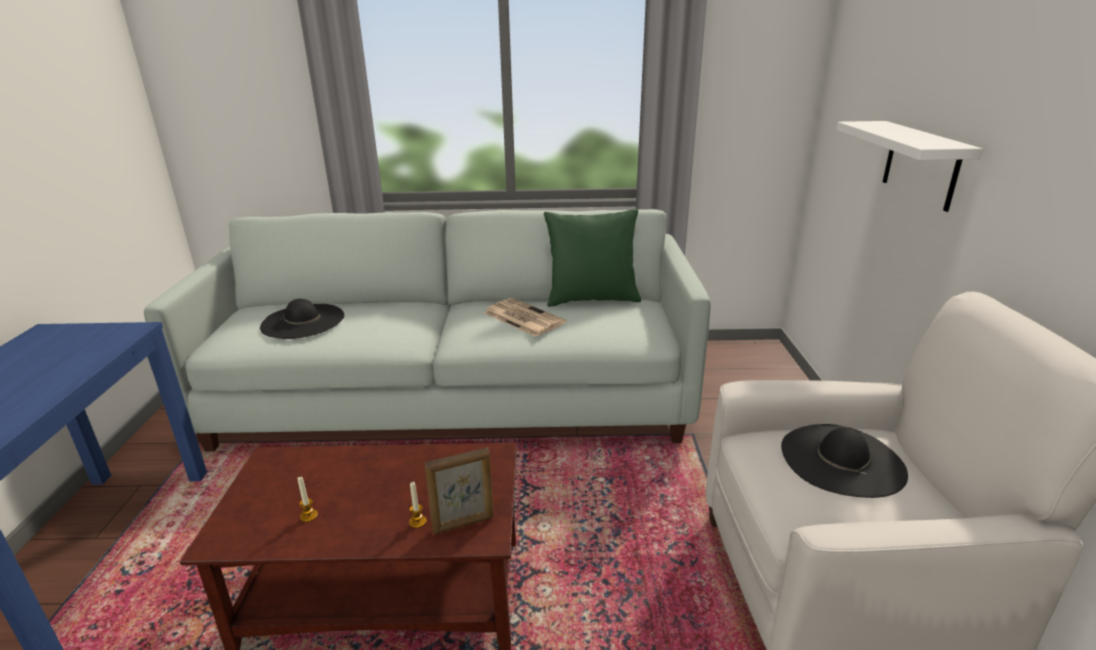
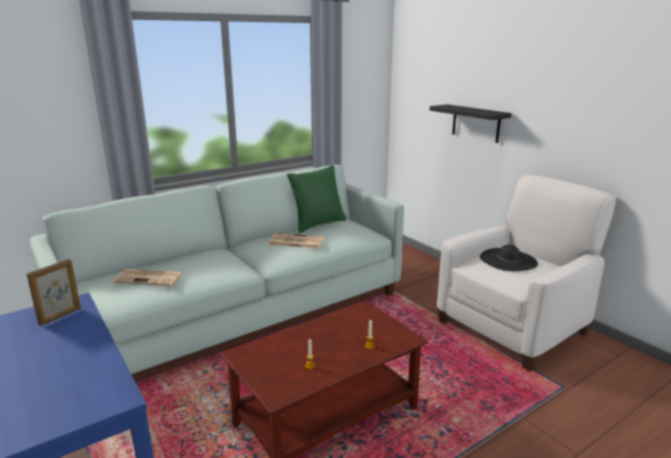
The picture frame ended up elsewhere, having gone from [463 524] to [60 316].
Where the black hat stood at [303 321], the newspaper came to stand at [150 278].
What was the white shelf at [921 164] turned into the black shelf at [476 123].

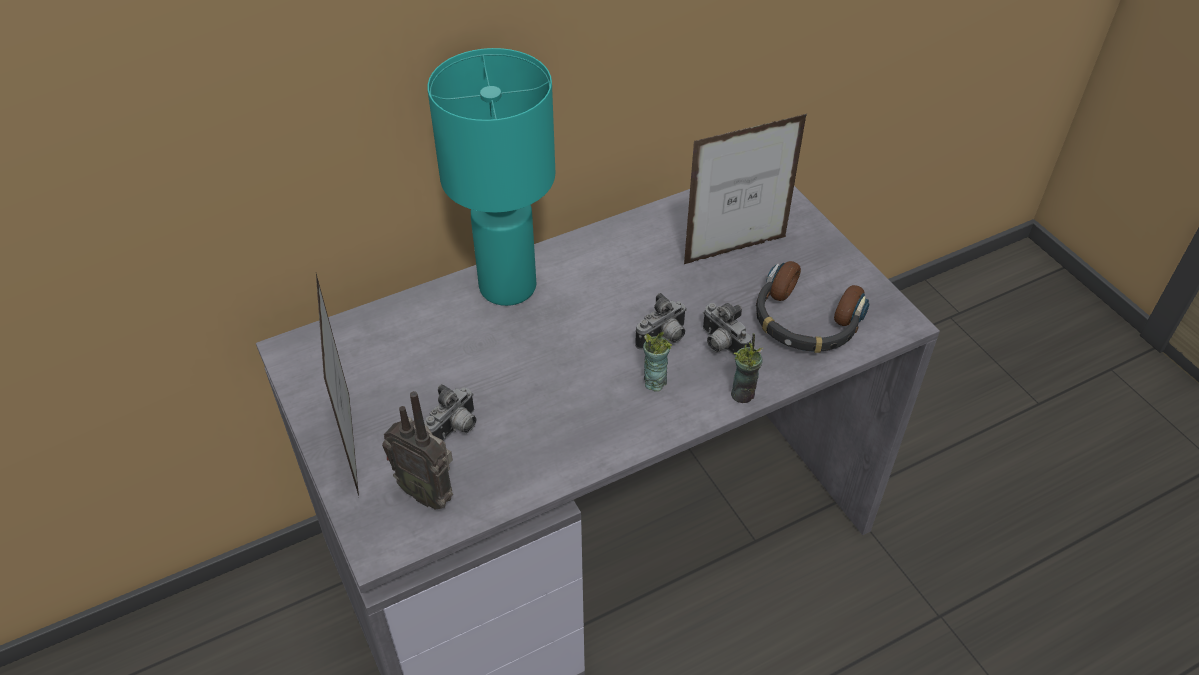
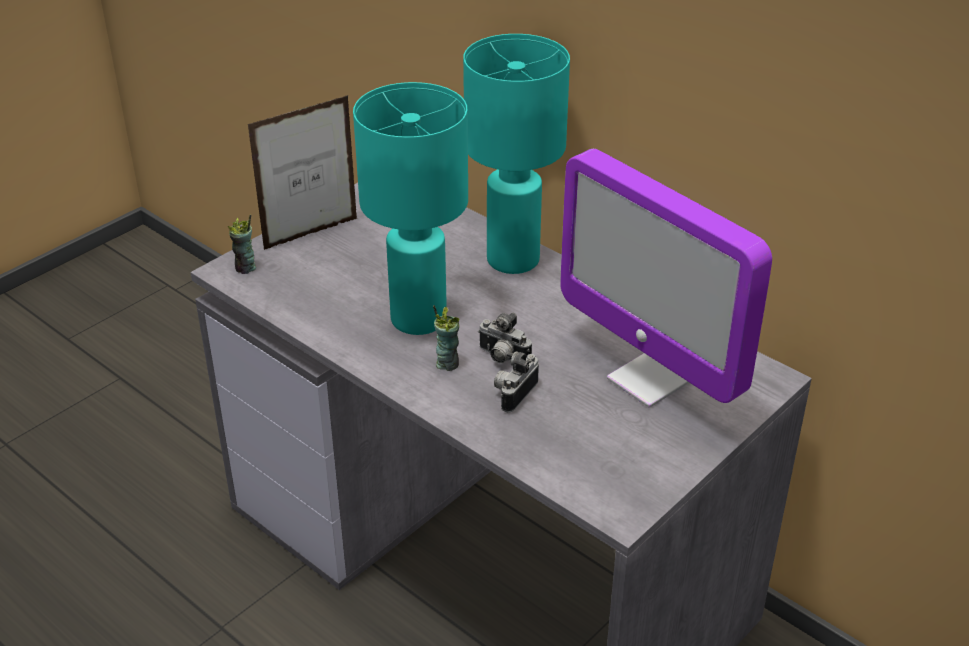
The second view lost the radio at [428 491].
The second view lost the photo camera at [455 430].
The second view lost the headphones at [805 321].
The second view gained the turquoise table lamp at [417 319].
The cup ended up elsewhere, having gone from [743 394] to [245 268].
Where the picture frame stood at [735 250], the monitor came to stand at [650 379].

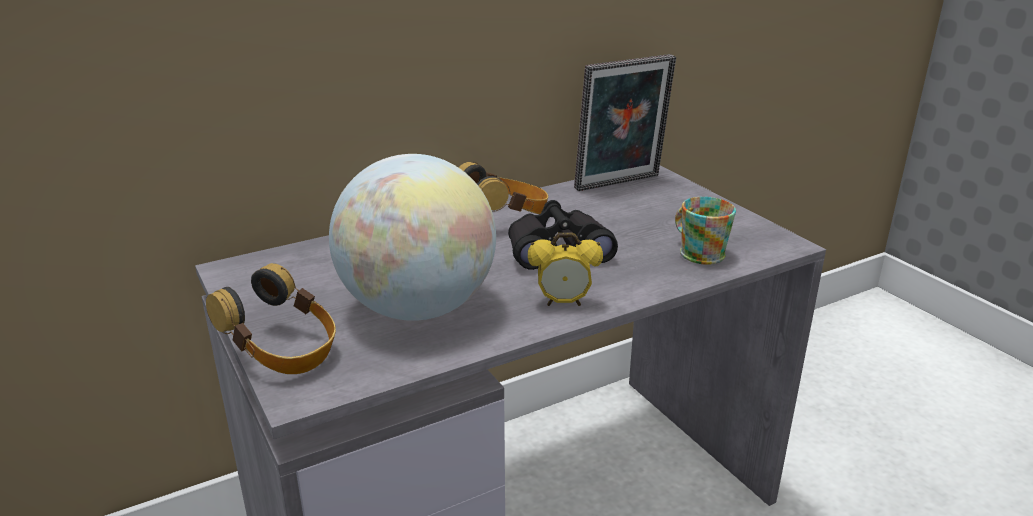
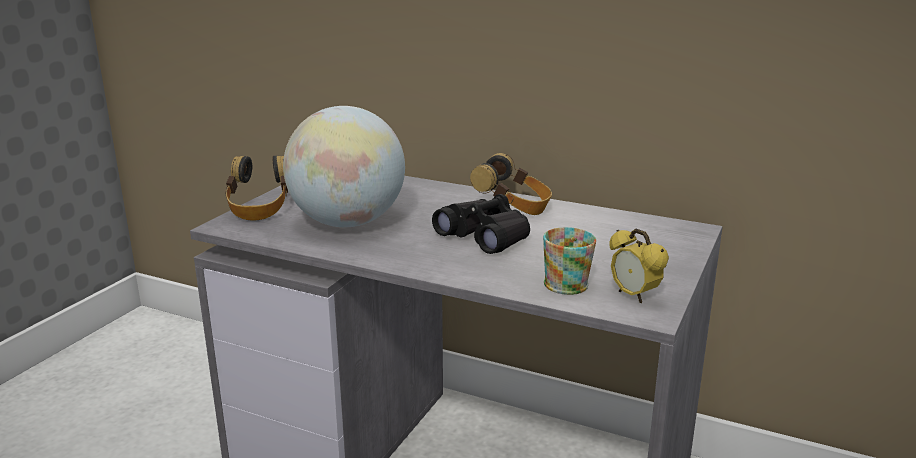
The second view lost the picture frame at [620 184].
The alarm clock ended up elsewhere, having gone from [563 302] to [634 296].

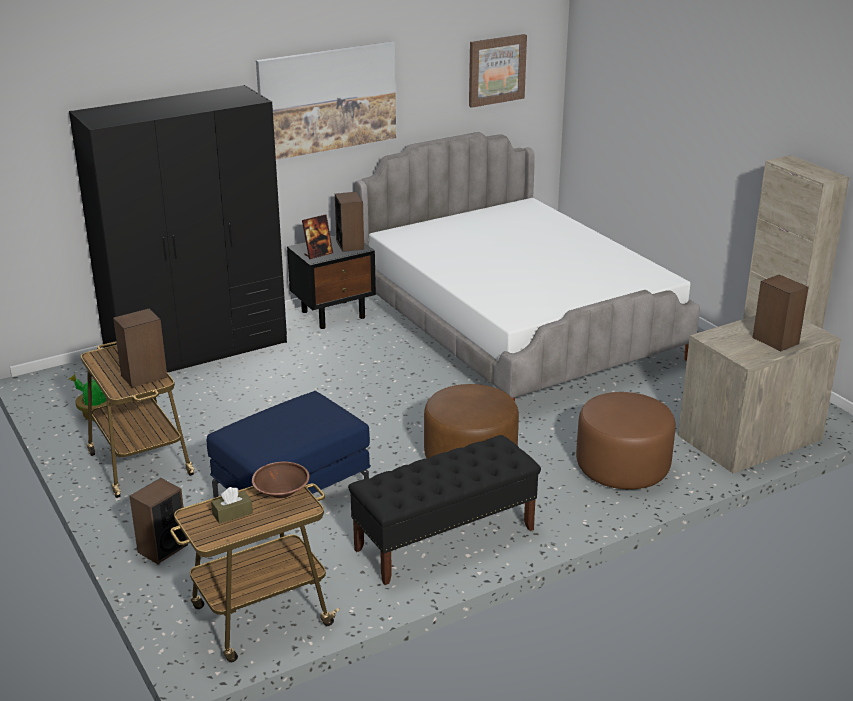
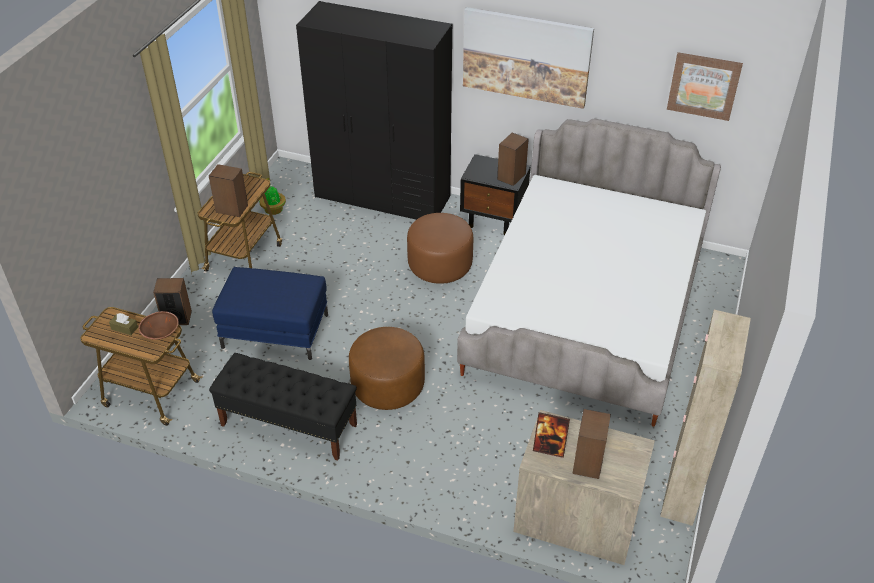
The picture frame ended up elsewhere, having gone from [318 254] to [549 448].
The brown ottoman ended up elsewhere, having gone from [622 468] to [440 265].

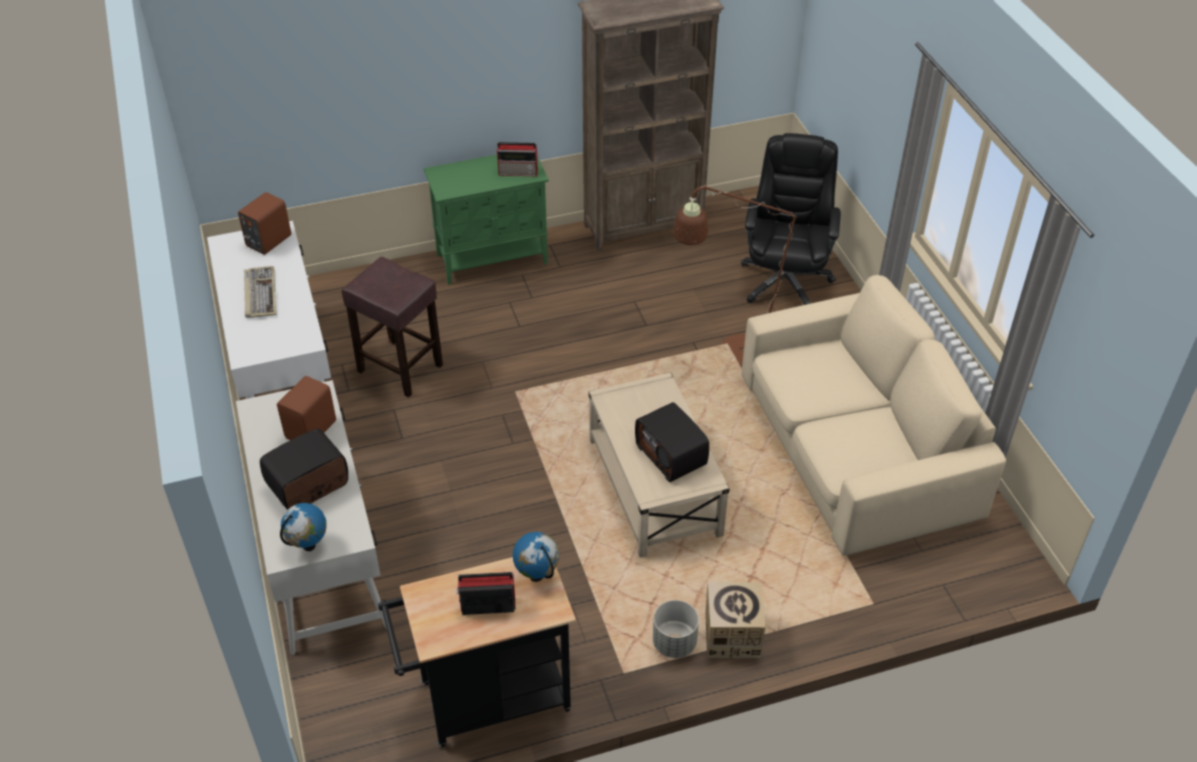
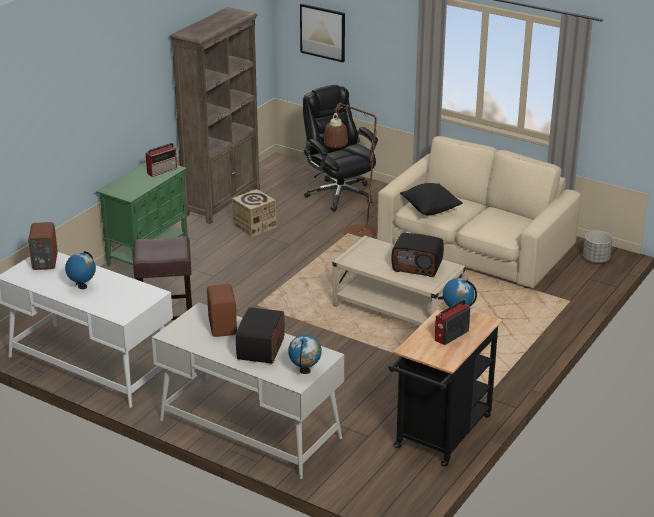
The second view gained the picture at [323 32].
The second view gained the black pillow at [430 210].
The grey planter ended up elsewhere, having gone from [674 643] to [596 259].
The cardboard box ended up elsewhere, having gone from [732 635] to [254 226].
Where the keyboard stood at [259 294], the globe came to stand at [82 286].

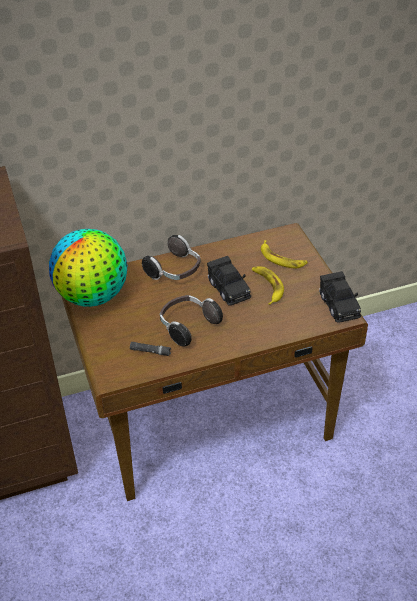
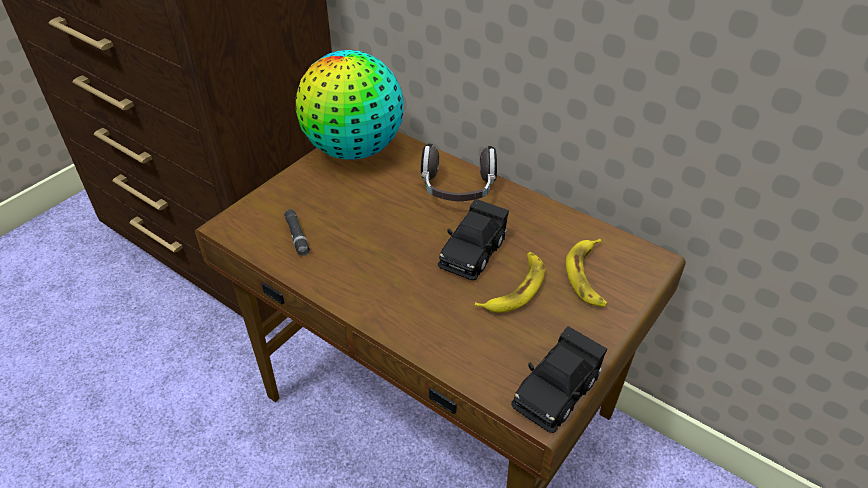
The second view lost the headphones at [187 326].

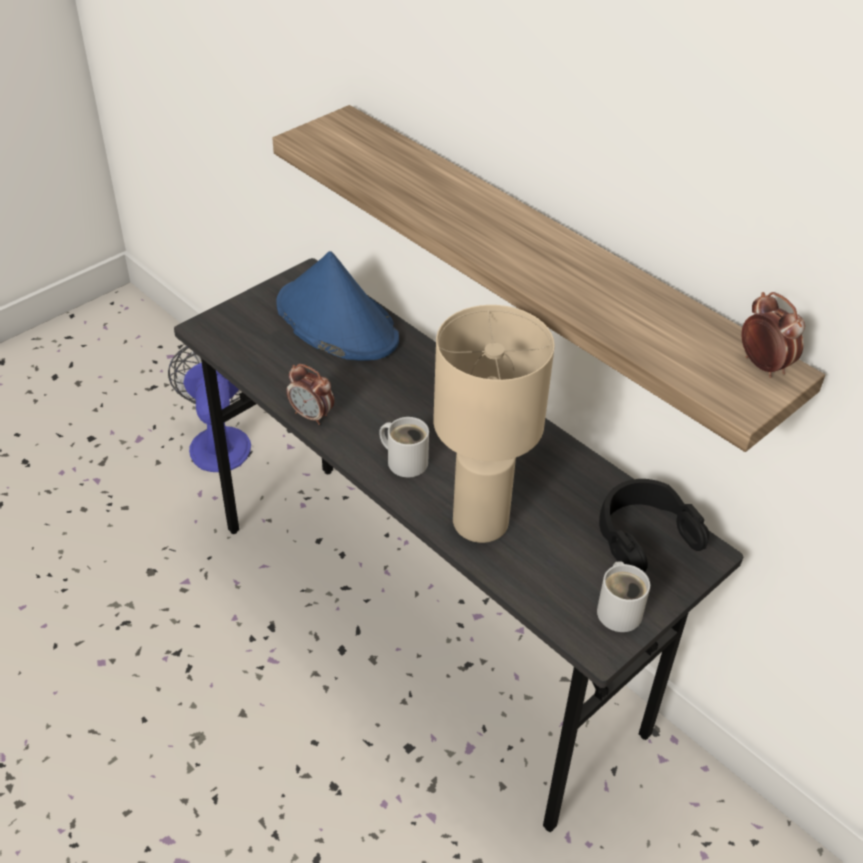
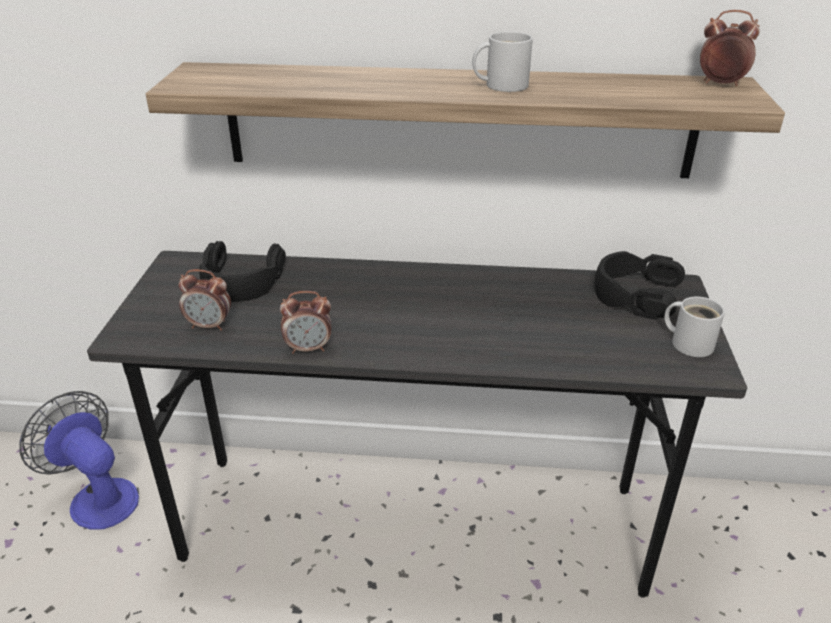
The second view lost the beige table lamp at [481 522].
The second view gained the alarm clock at [209 325].
The white mug ended up elsewhere, having gone from [405 460] to [502 85].
Where the blue hat stood at [336 322], the black headphones came to stand at [241 280].

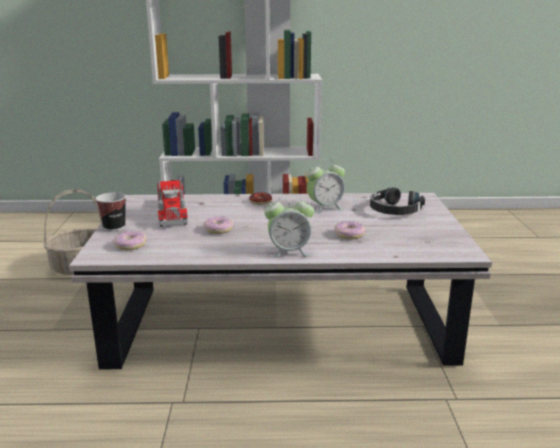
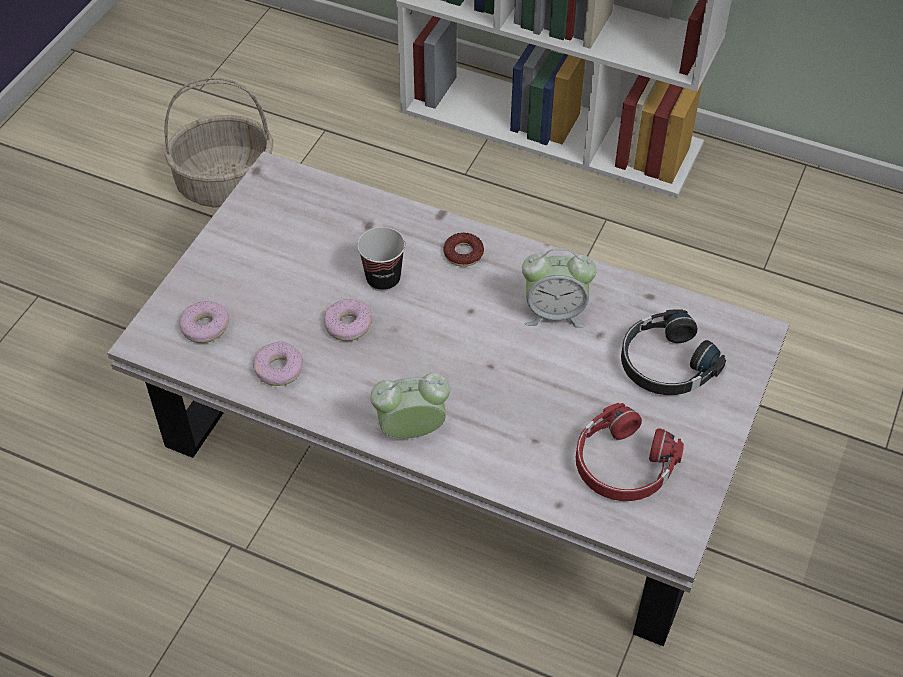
The second view lost the toy truck at [171 212].
The second view gained the red headphones at [622 464].
The cup ended up elsewhere, having gone from [114 227] to [383 279].
The donut ended up elsewhere, having gone from [349 235] to [279 369].
The alarm clock at [289 252] ended up facing another way, 150 degrees clockwise from before.

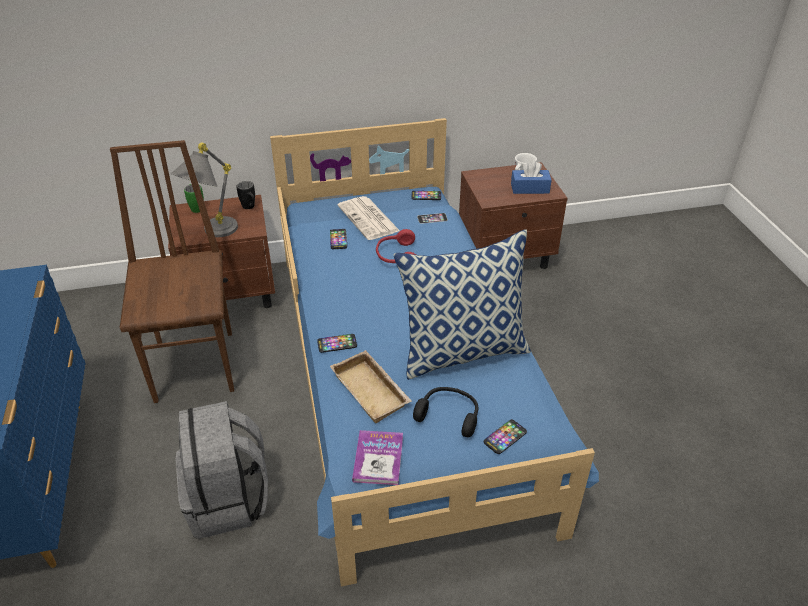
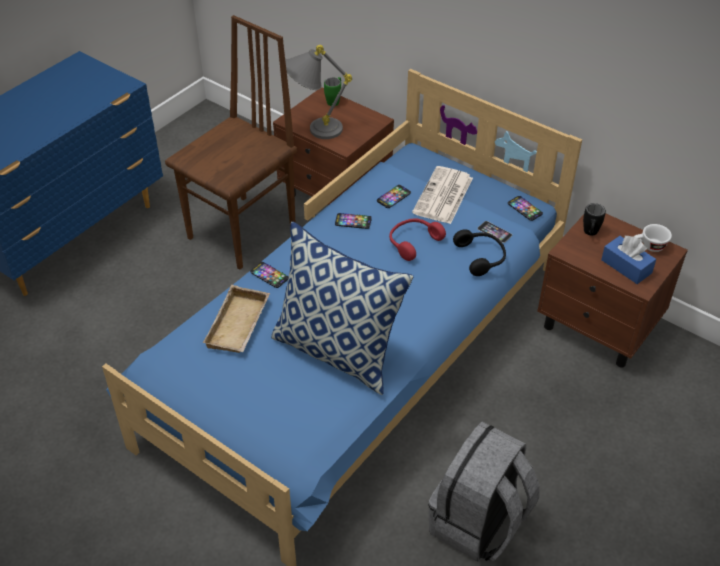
The second view lost the book at [378 458].
The grey backpack ended up elsewhere, having gone from [228 500] to [478 524].
The black mug ended up elsewhere, having gone from [250 208] to [590 234].
The black headphones ended up elsewhere, having gone from [449 415] to [481 257].
The phone ended up elsewhere, having gone from [505 437] to [353 221].

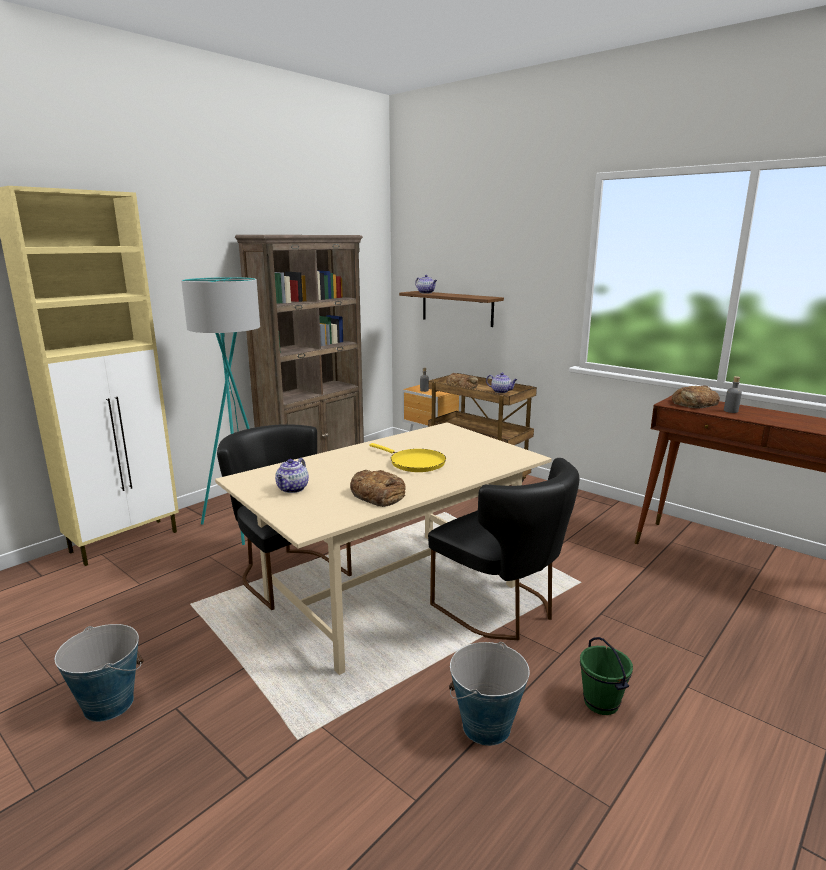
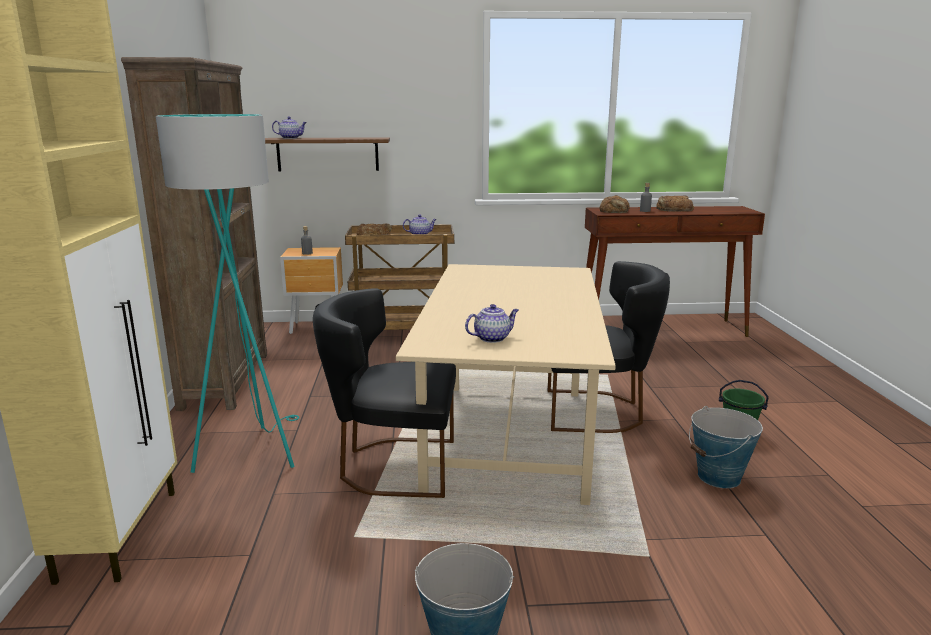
The second view lost the yellow frying pan at [414 463].
The bread ended up elsewhere, having gone from [378 494] to [673 209].
The teapot at [292 489] ended up facing another way, 90 degrees counterclockwise from before.

